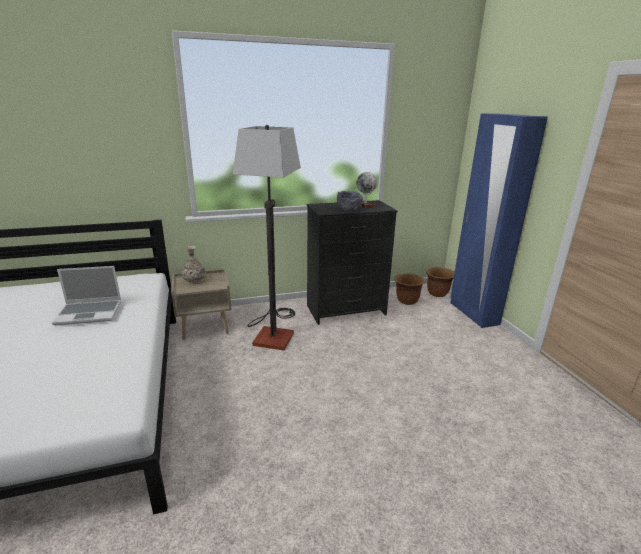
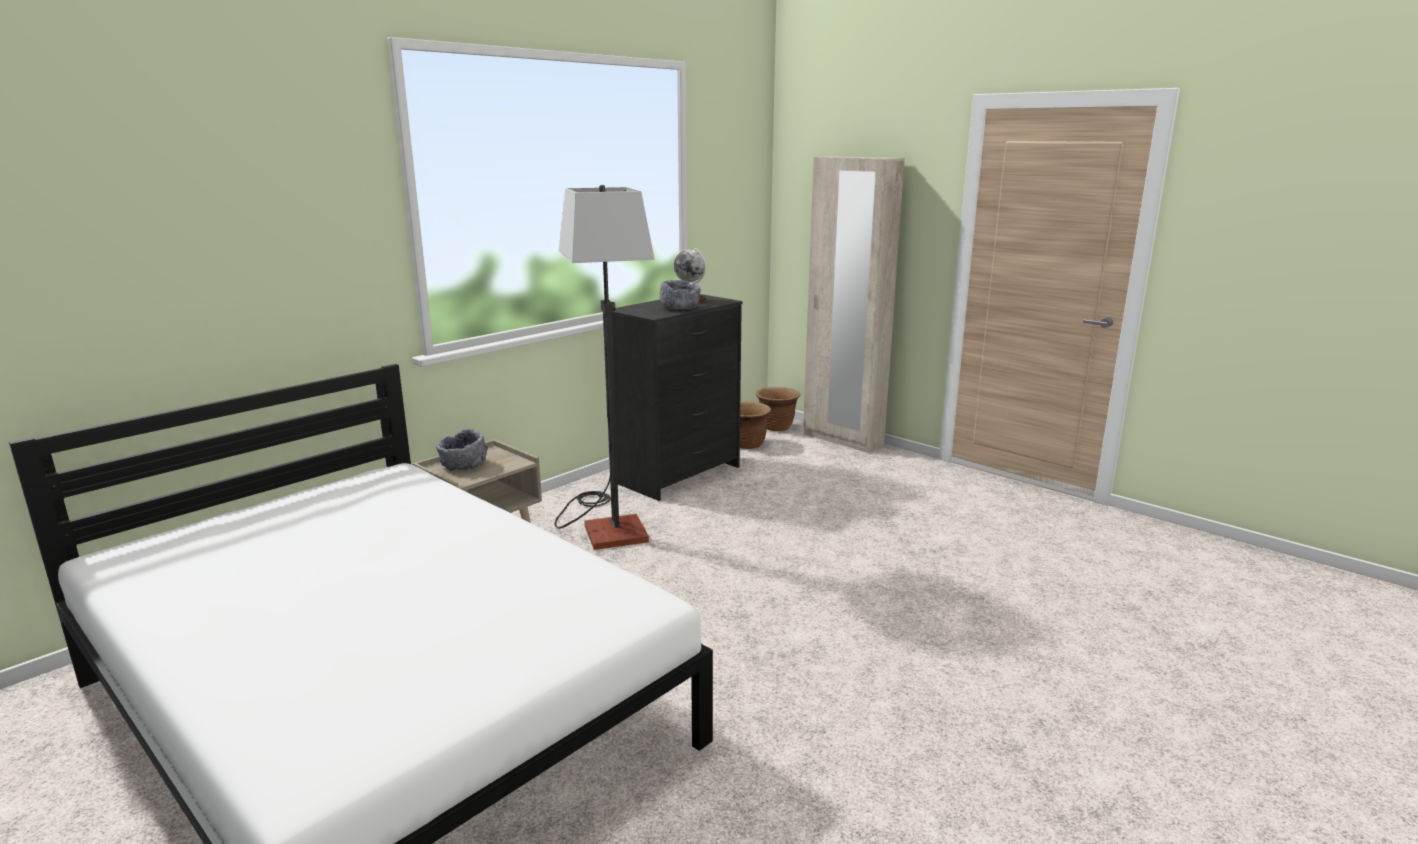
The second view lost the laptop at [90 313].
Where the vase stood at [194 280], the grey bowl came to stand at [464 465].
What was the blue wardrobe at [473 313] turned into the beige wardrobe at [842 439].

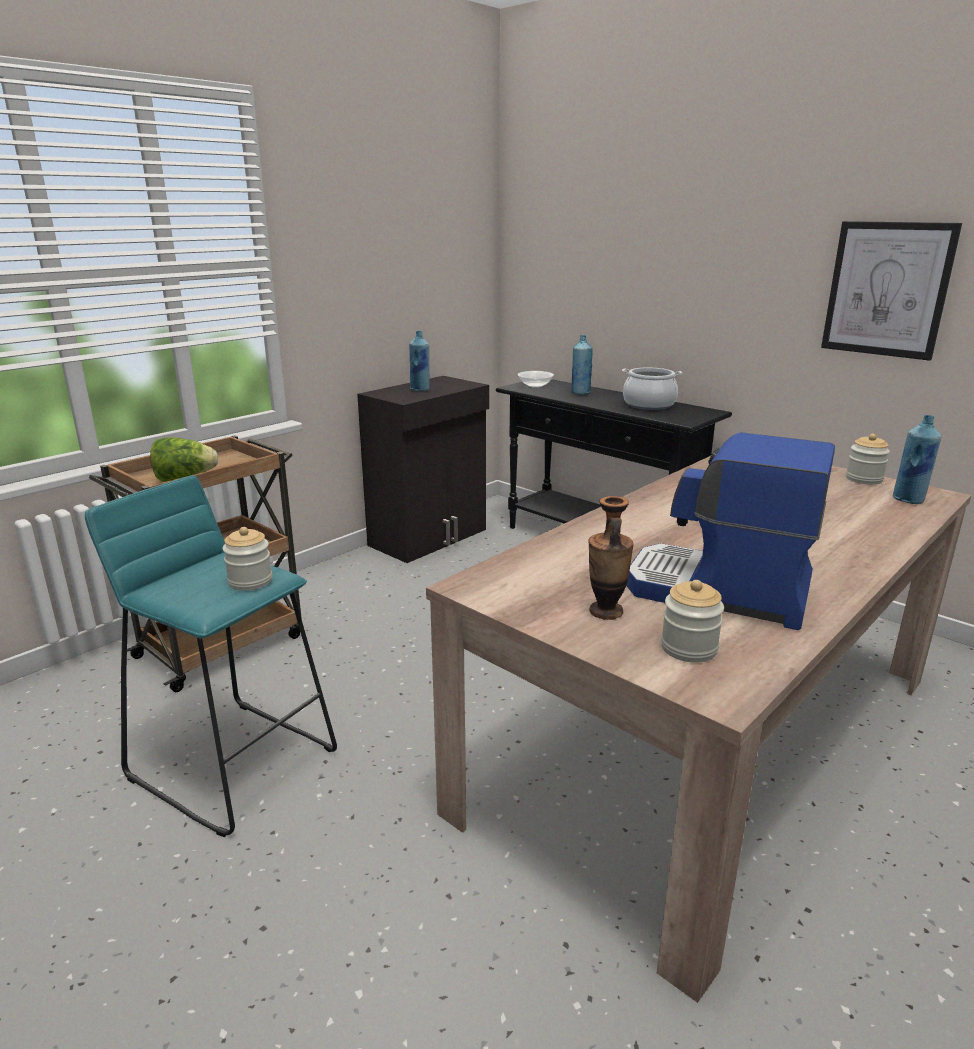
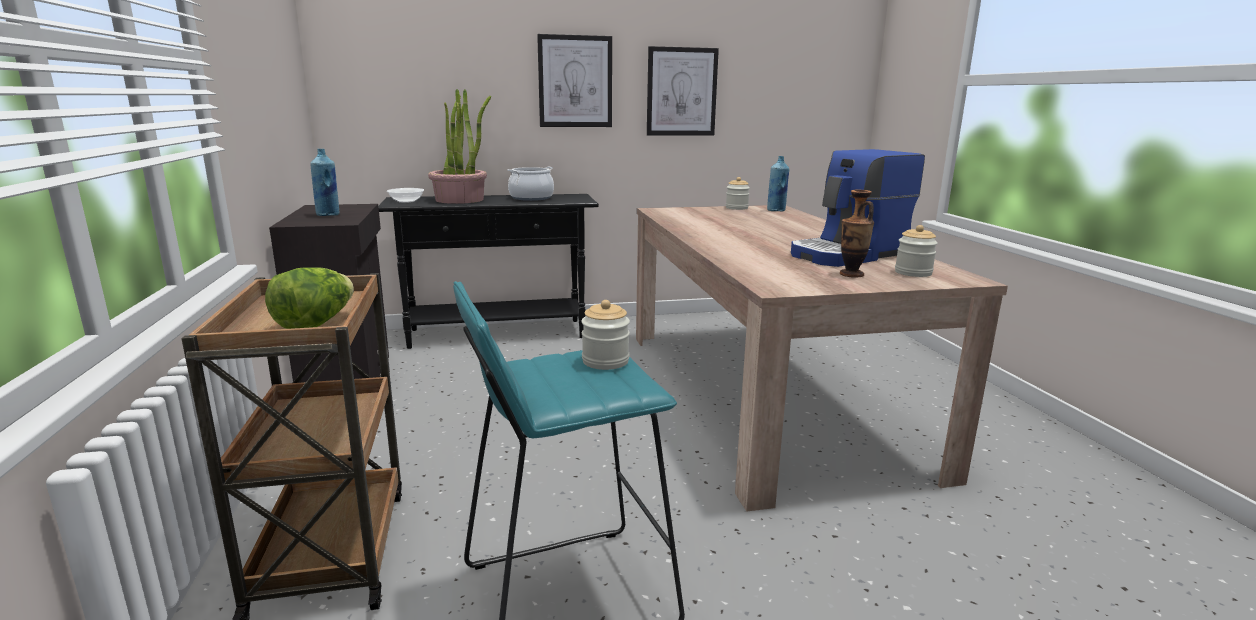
The second view gained the picture at [575 81].
Where the blue bottle stood at [580 393], the potted plant came to stand at [460 200].

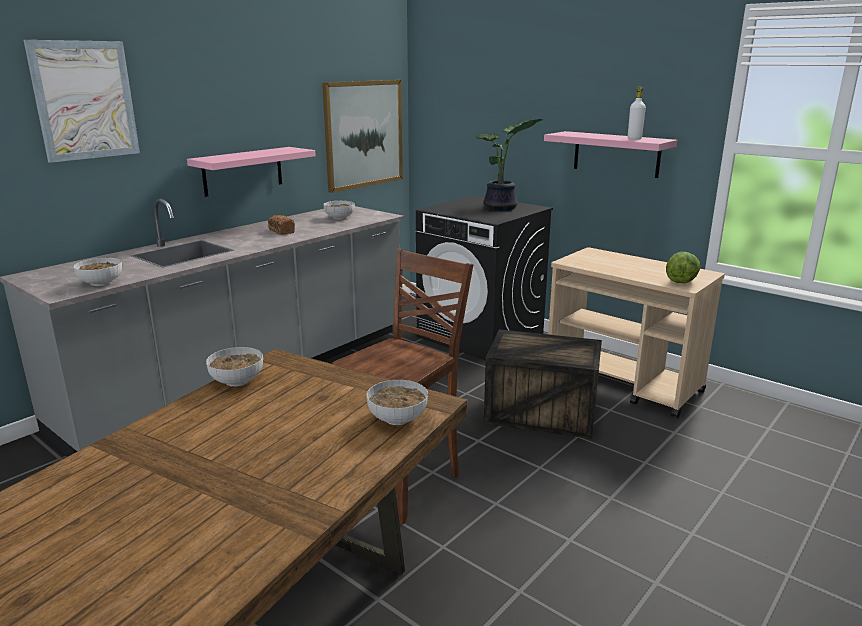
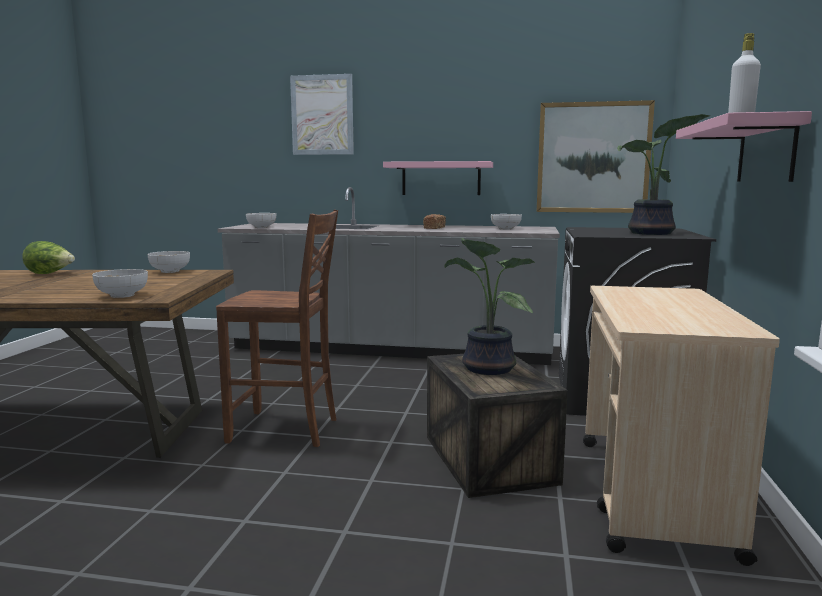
The second view gained the potted plant at [485 368].
The lettuce ended up elsewhere, having gone from [681 281] to [50 274].

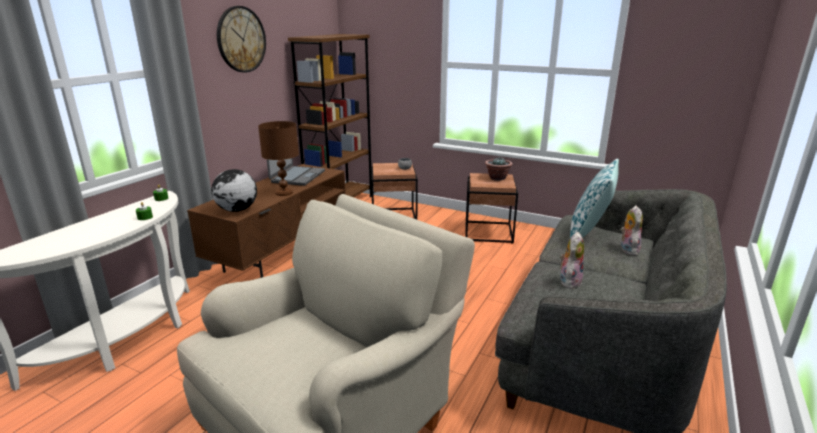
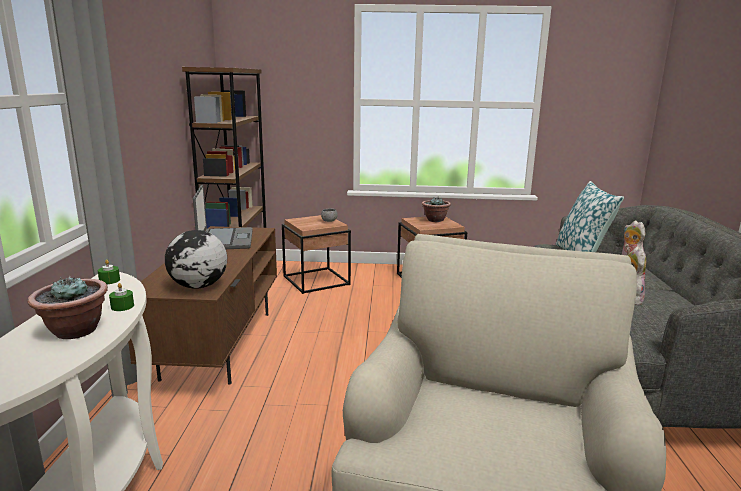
The second view lost the wall clock at [241 39].
The second view lost the brown table lamp at [284 193].
The second view gained the potted plant at [74 331].

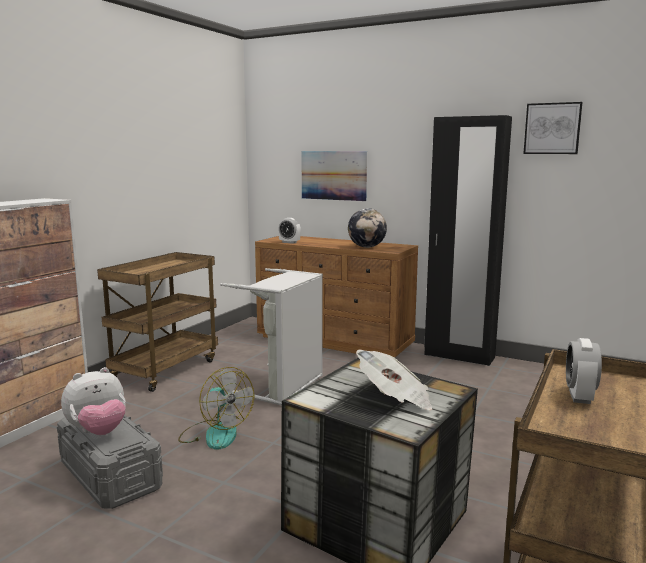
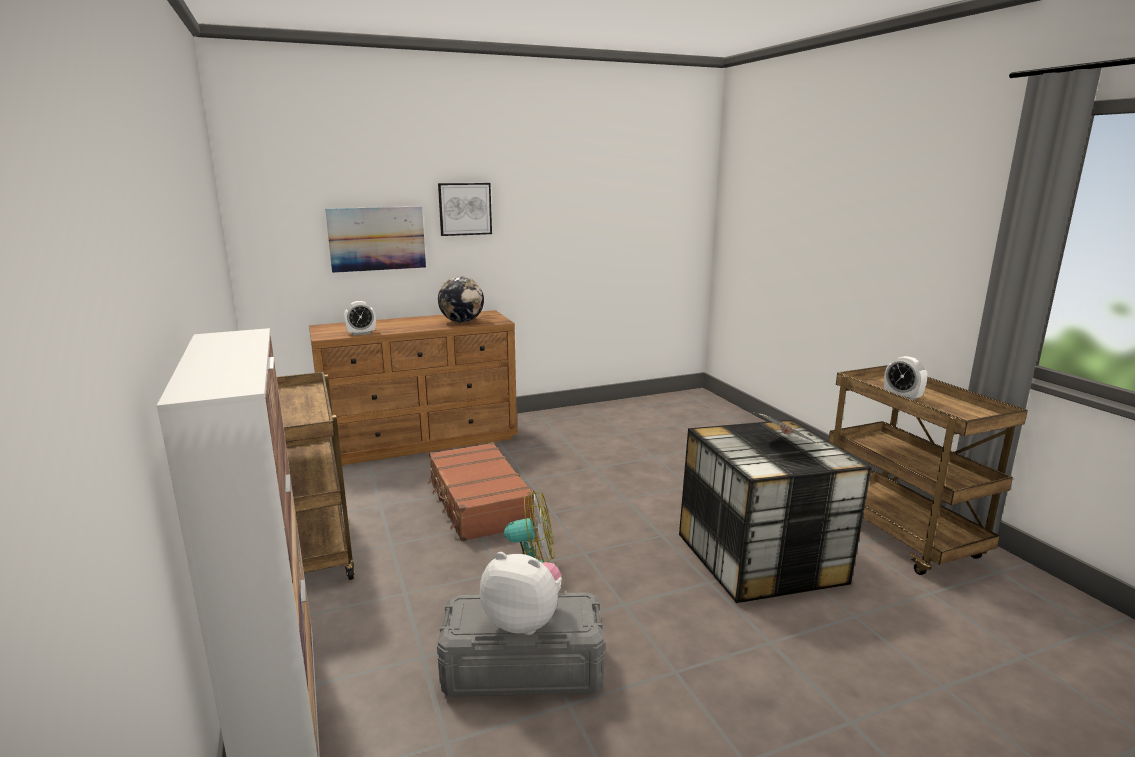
The second view lost the black wardrobe at [459 356].
The picture ended up elsewhere, having gone from [552 128] to [465 209].
Where the grey laundry basket stood at [284 386], the brown suitcase came to stand at [478 503].
The plush toy at [98 432] ended up facing another way, 75 degrees counterclockwise from before.

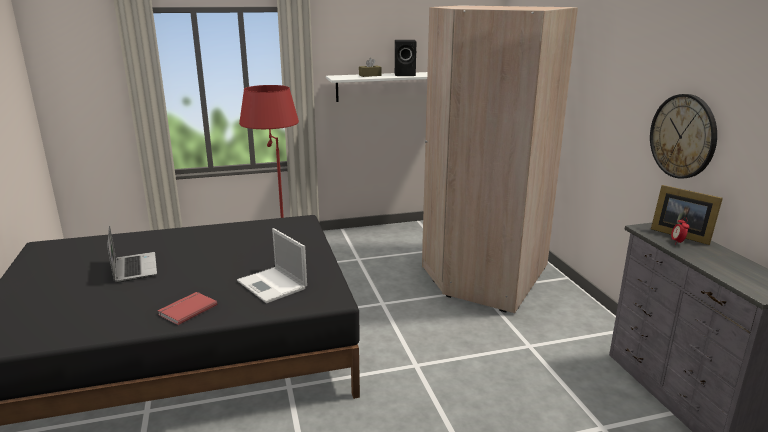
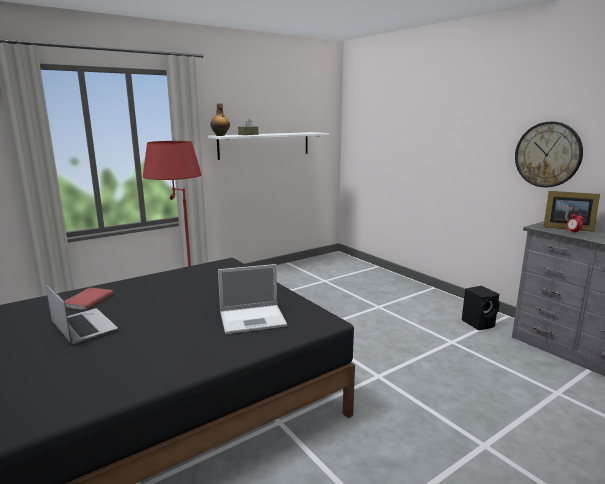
The second view lost the beige wardrobe at [481 274].
The second view gained the bottle at [220 135].
The red book ended up elsewhere, having gone from [186 309] to [87 300].
The black speaker ended up elsewhere, having gone from [405 74] to [479 323].
The laptop at [273 285] ended up facing another way, 45 degrees counterclockwise from before.

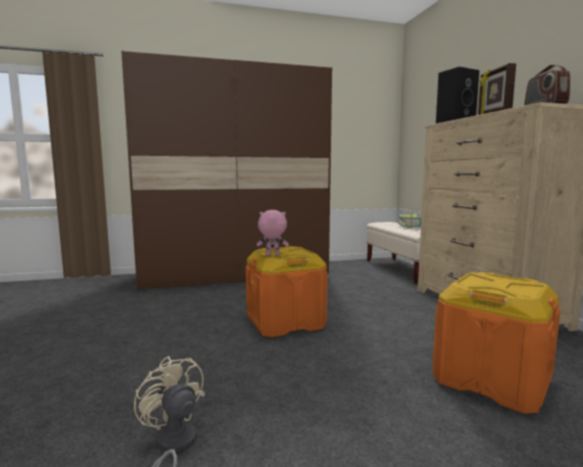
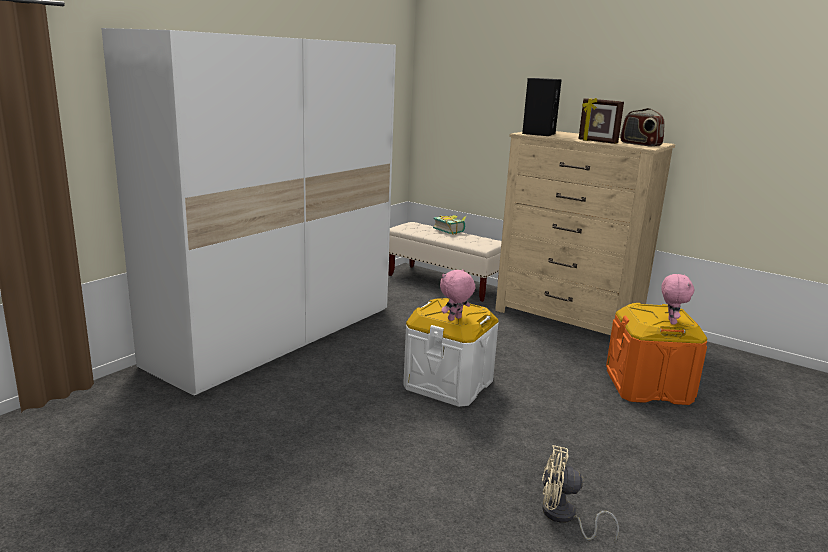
The second view gained the pink plush toy at [670 321].
What was the brown wardrobe at [235 275] turned into the white wardrobe at [277 335].
What was the orange storage box at [285 321] turned into the white storage box at [448 384].

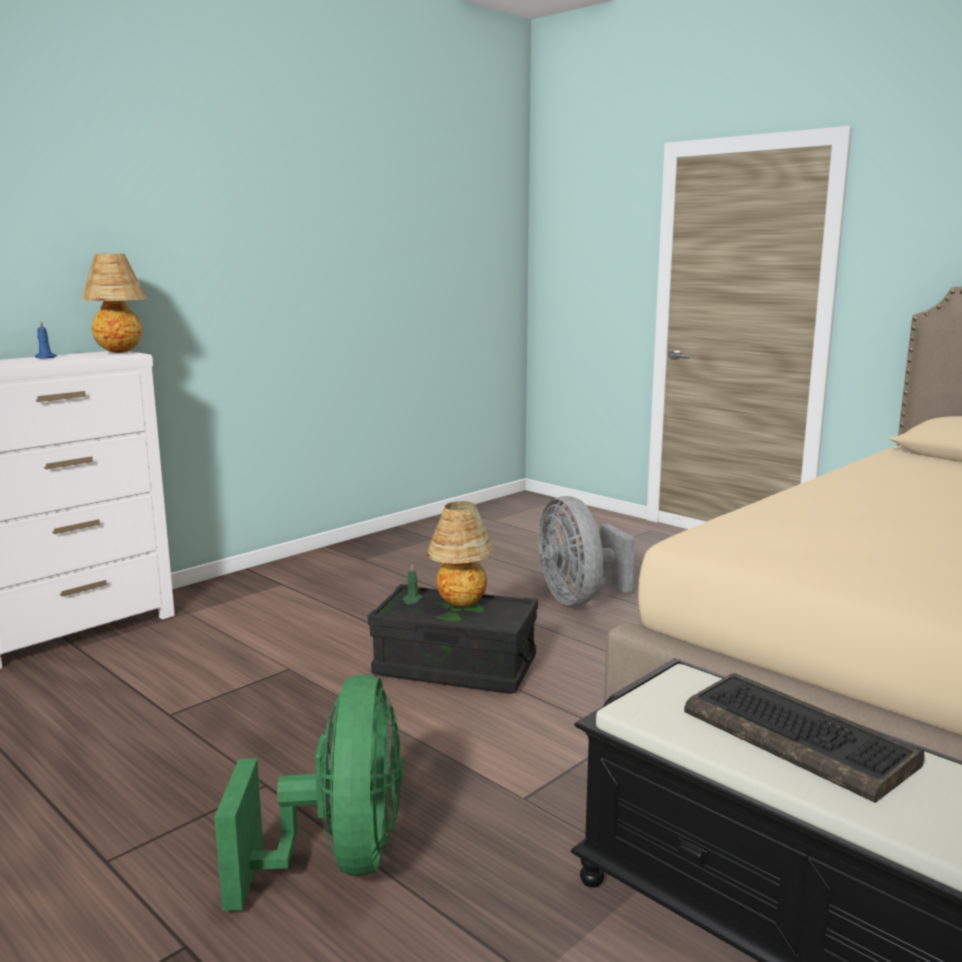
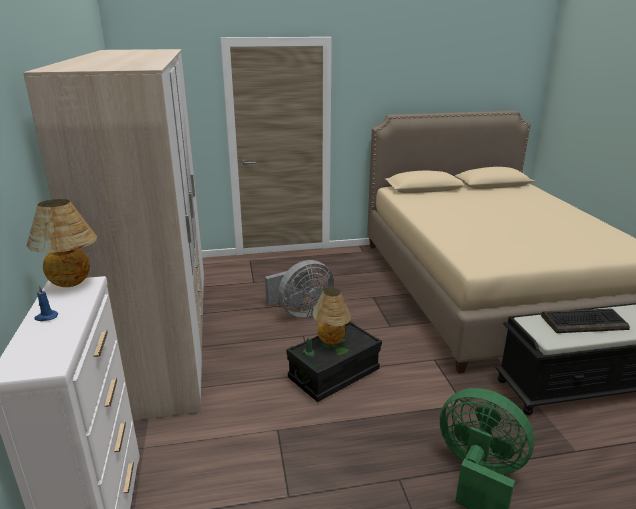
The second view gained the wardrobe at [165 336].
The grey fan at [578 599] ended up facing another way, 45 degrees counterclockwise from before.

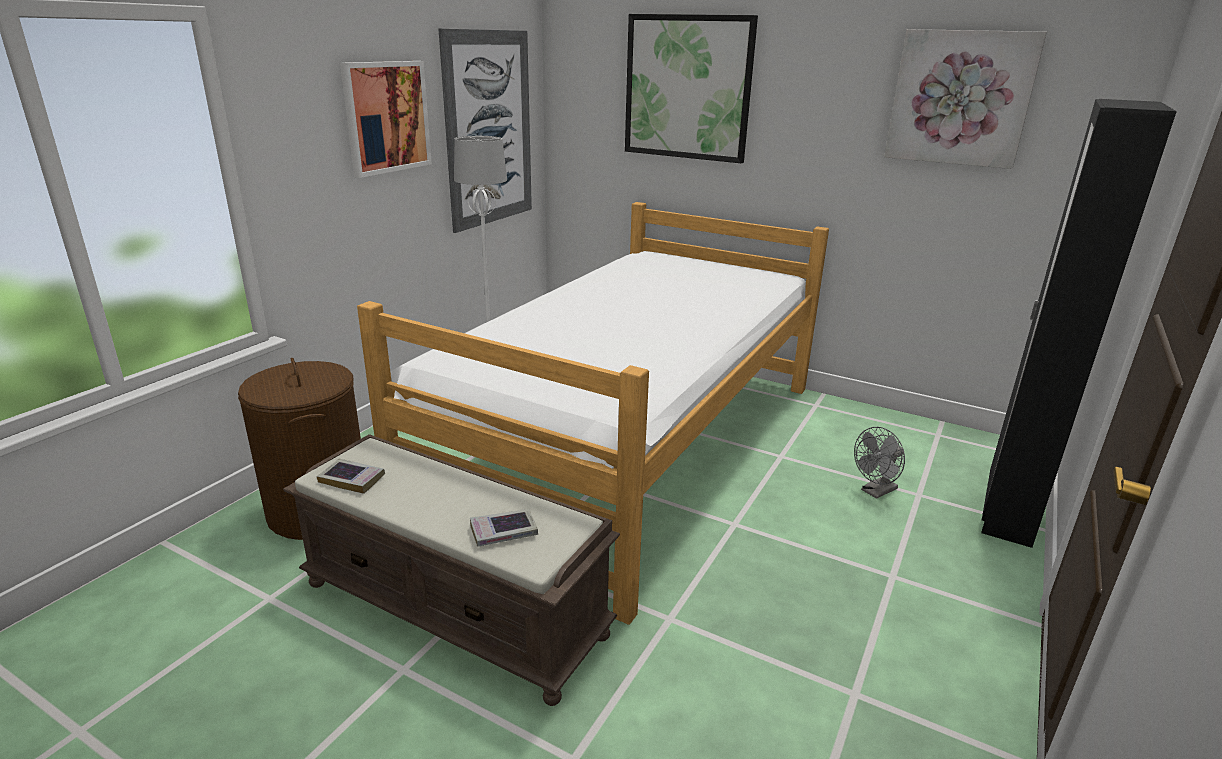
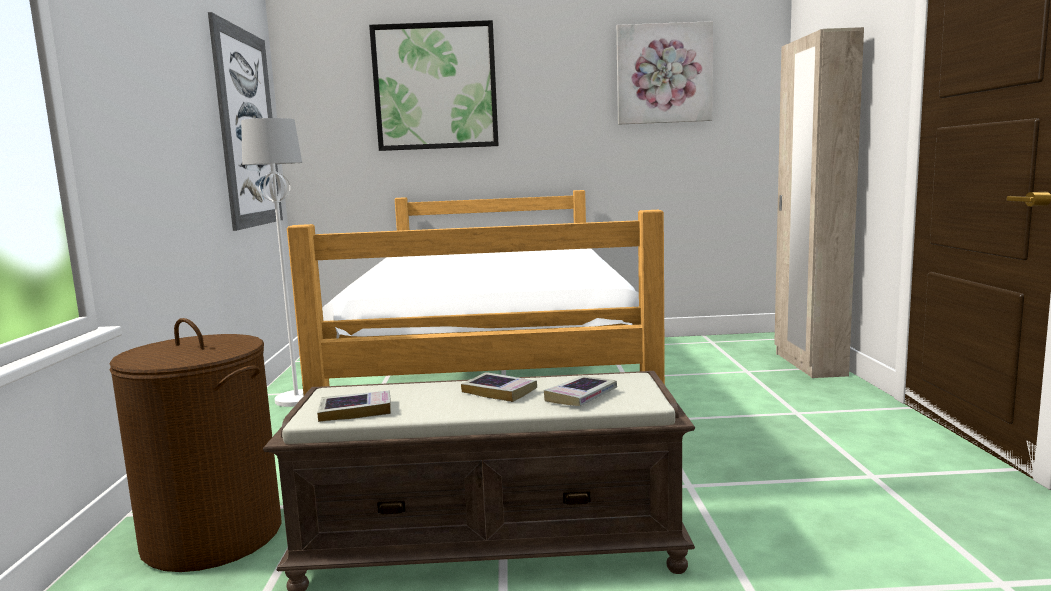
The second view lost the picture at [386 117].
The second view lost the grey fan at [875 492].
The second view gained the book at [499 392].
What was the black wardrobe at [1007 511] turned into the beige wardrobe at [808 364].

